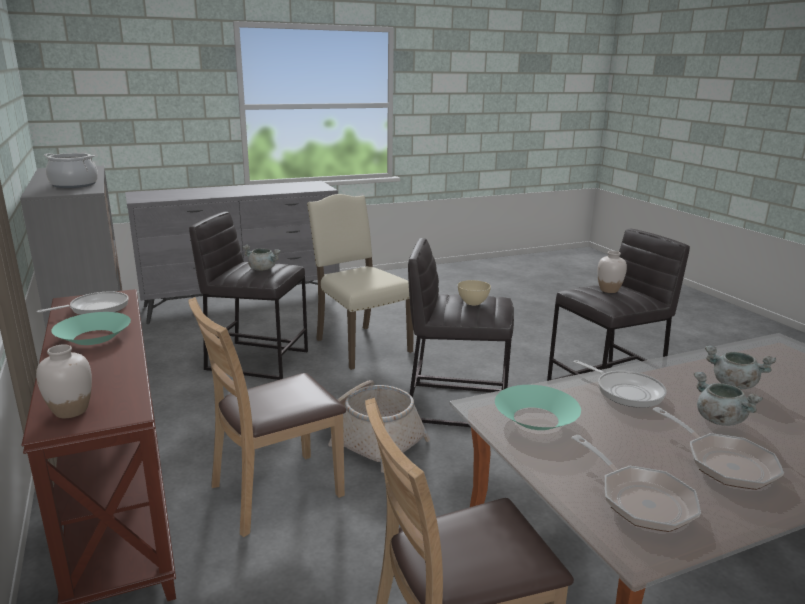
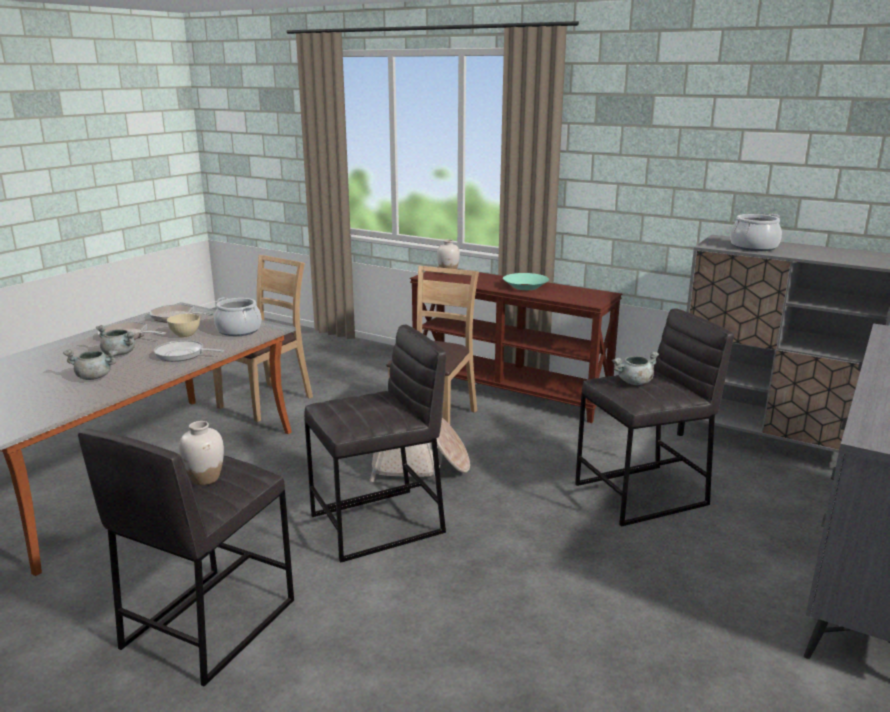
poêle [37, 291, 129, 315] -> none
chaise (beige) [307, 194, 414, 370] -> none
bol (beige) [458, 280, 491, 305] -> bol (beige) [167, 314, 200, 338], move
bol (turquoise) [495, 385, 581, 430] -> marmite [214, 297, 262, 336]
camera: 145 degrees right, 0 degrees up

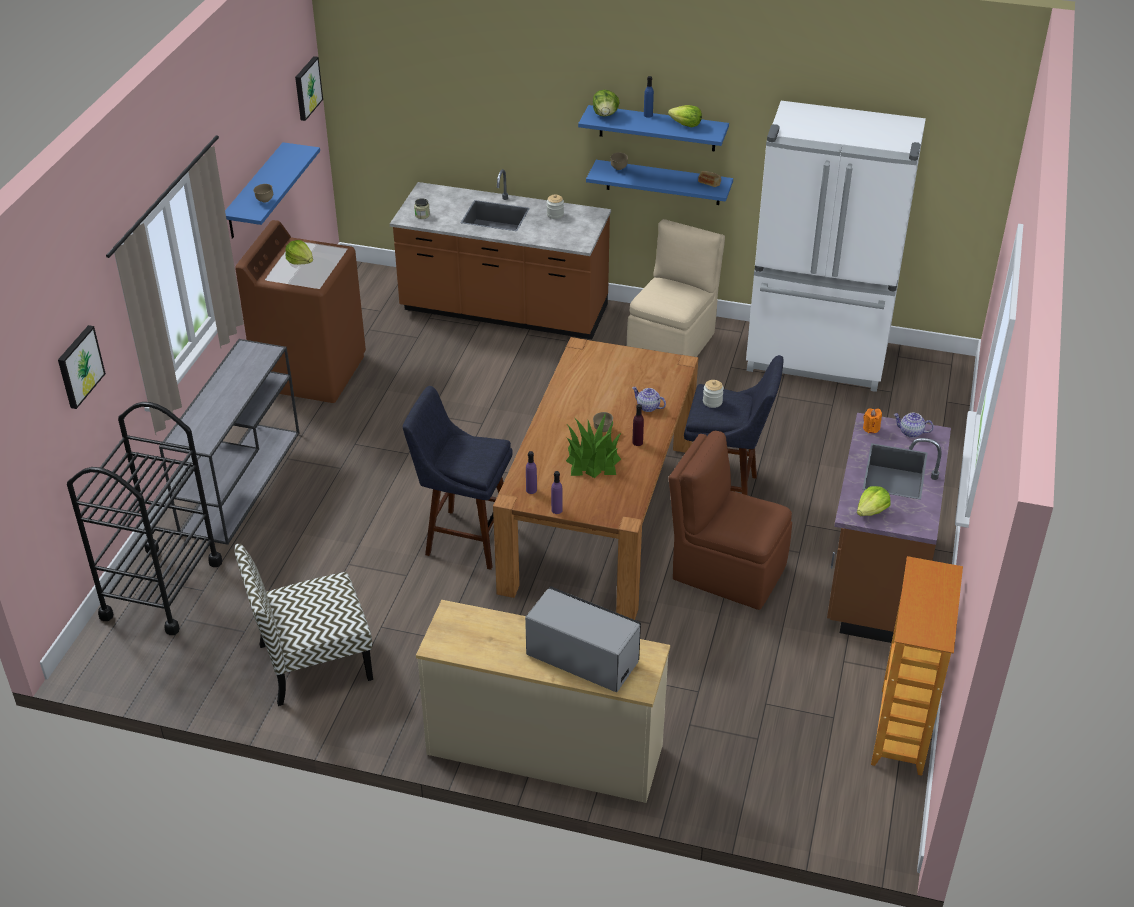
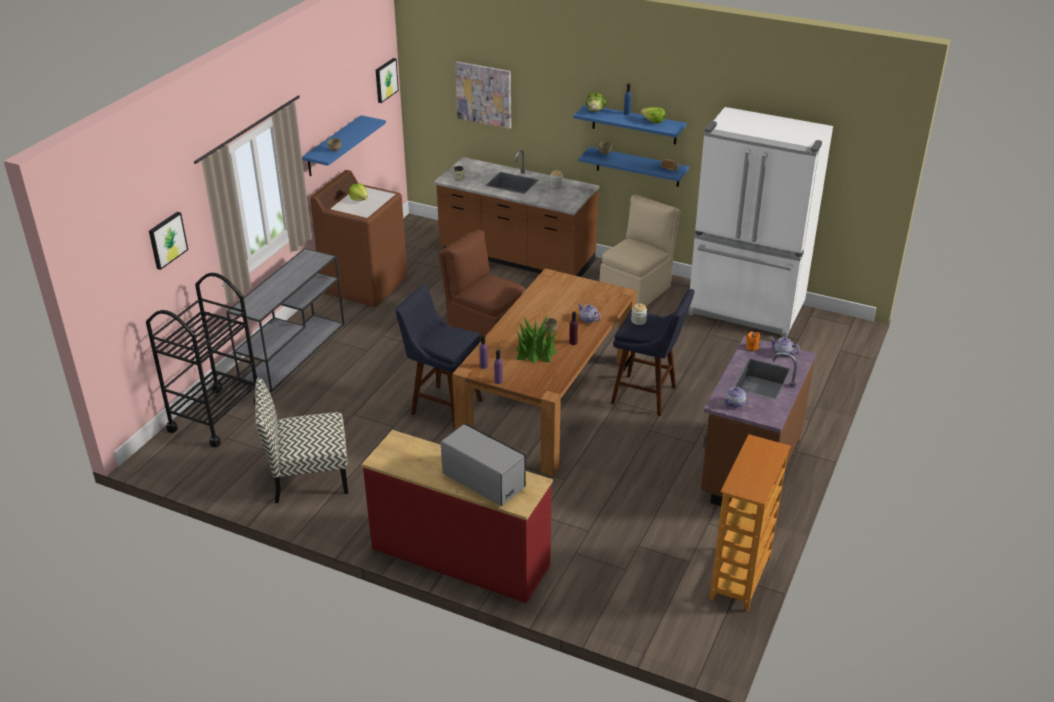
none -> tableau [455, 61, 511, 129]
chaise (marron) [668, 431, 792, 610] -> chaise (marron) [438, 230, 525, 339], move
laitue [857, 486, 890, 516] -> théière [724, 386, 748, 408]
commode (beige) [416, 600, 670, 803] -> commode (rouge) [362, 430, 553, 603]
camera: 10 degrees right, 5 degrees down

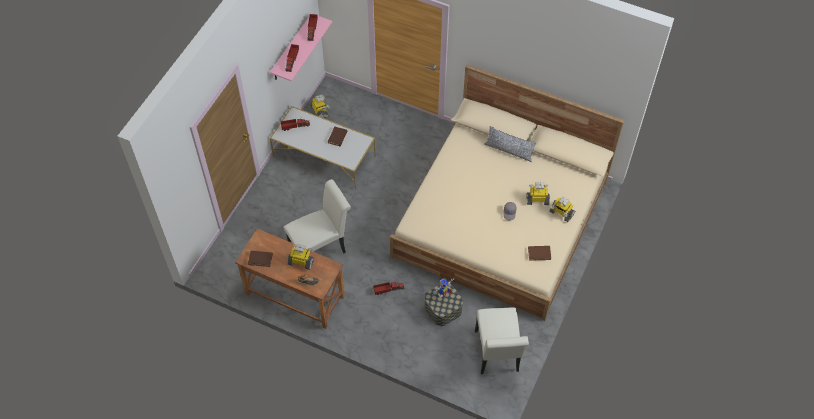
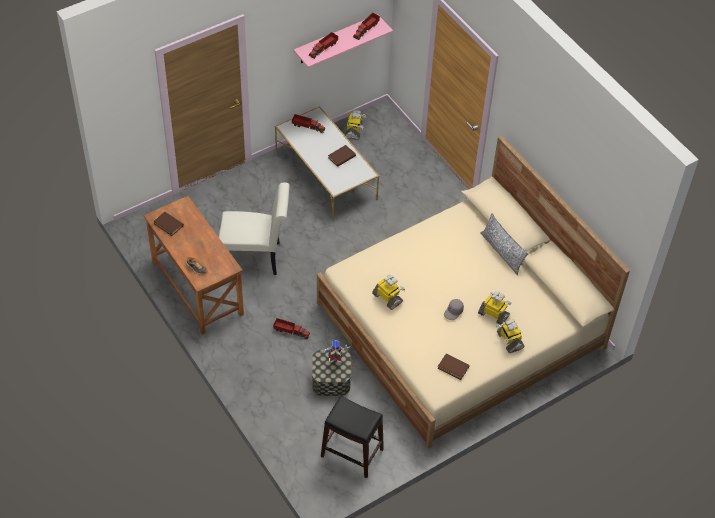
robot jouet [288, 244, 314, 270] -> robot jouet [372, 274, 405, 310], move
chaise (blanc) [475, 307, 529, 374] -> tabouret (noir) [321, 396, 384, 478]
camera: 30 degrees right, 5 degrees down

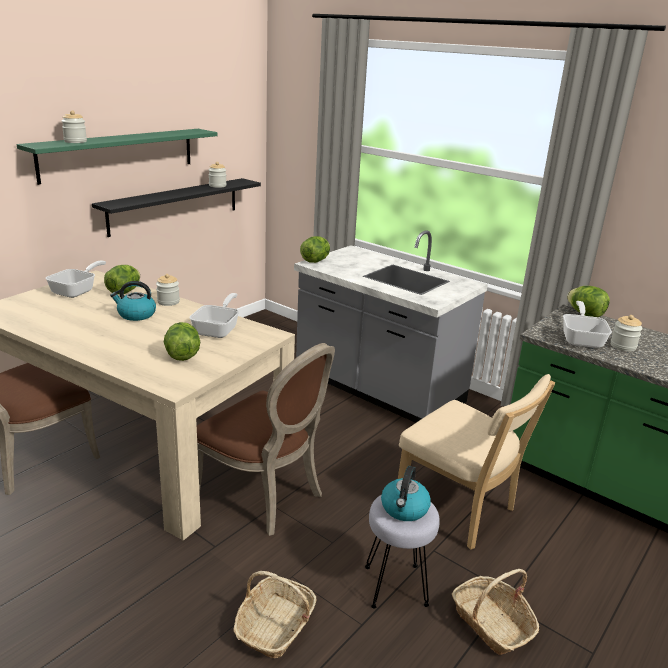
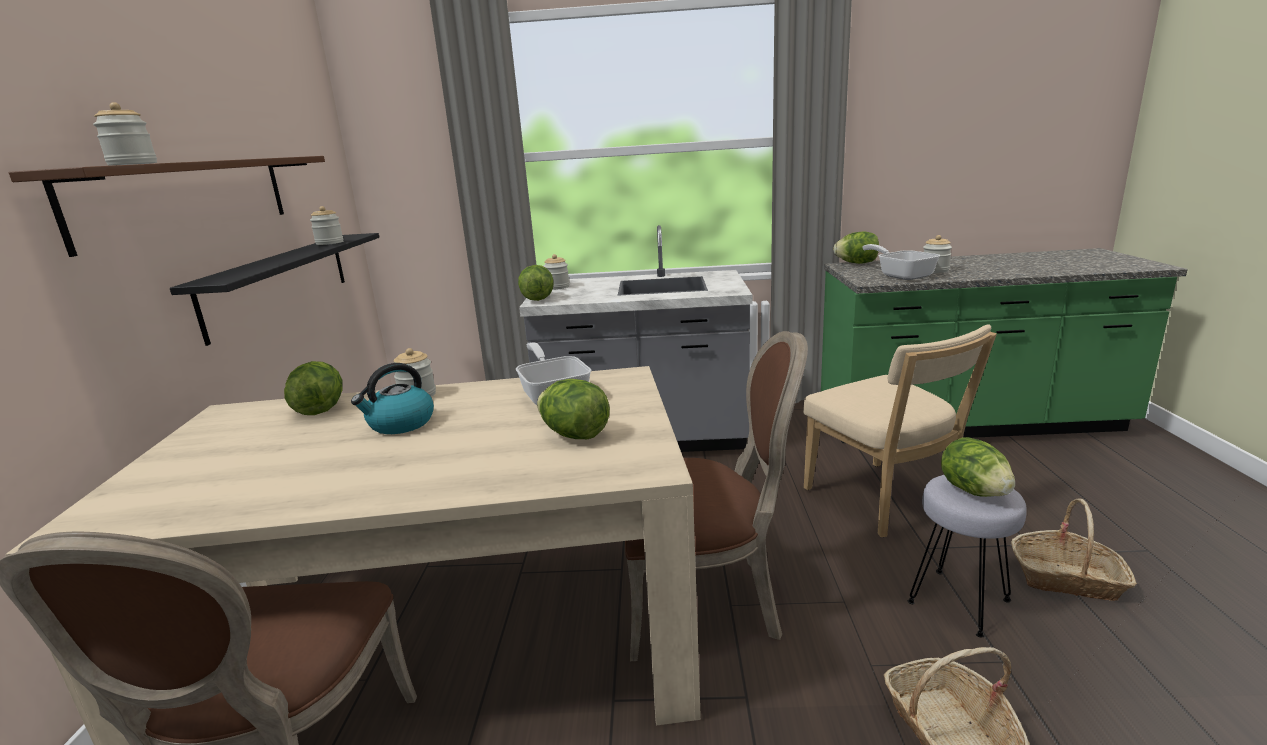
poêle [45, 260, 106, 298] -> none
none -> bocal [543, 254, 570, 290]
bouilloire [381, 466, 431, 521] -> laitue [941, 437, 1015, 497]
étagère (vert) [17, 129, 218, 185] -> étagère (marron) [9, 156, 325, 257]
chaise (beige) [398, 374, 555, 550] -> chaise (beige) [803, 325, 997, 537], 60 degrees clockwise
camera: 35 degrees left, 5 degrees down

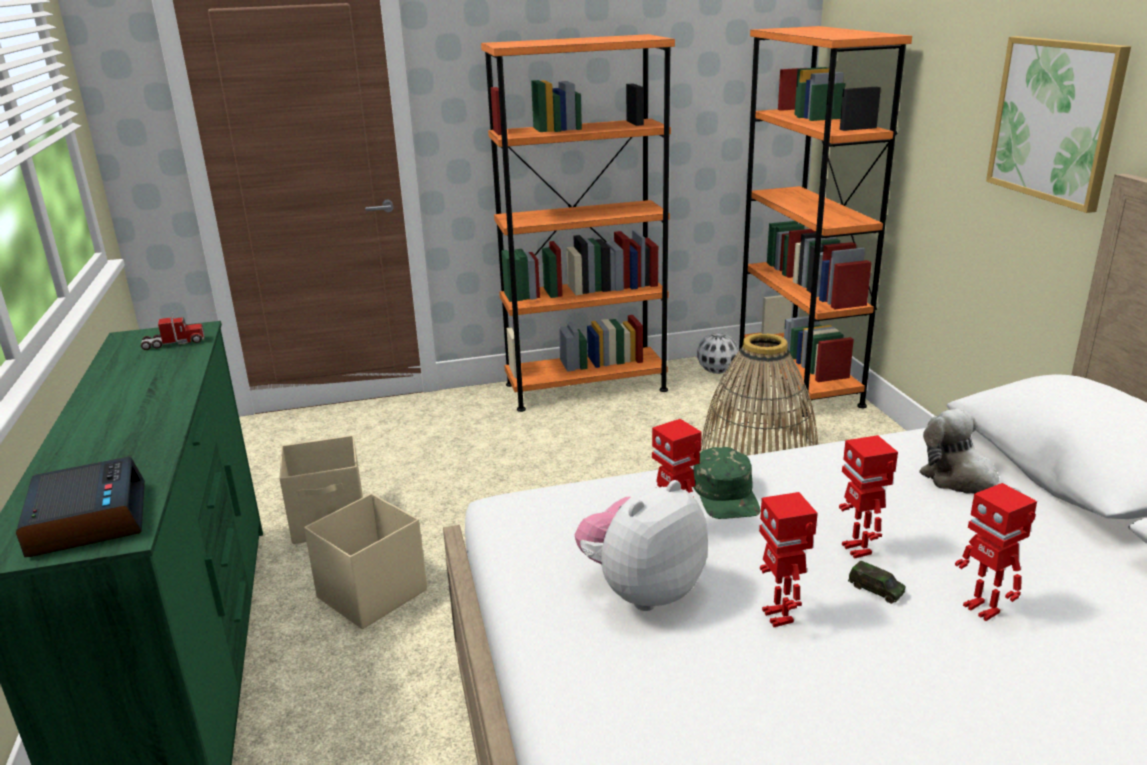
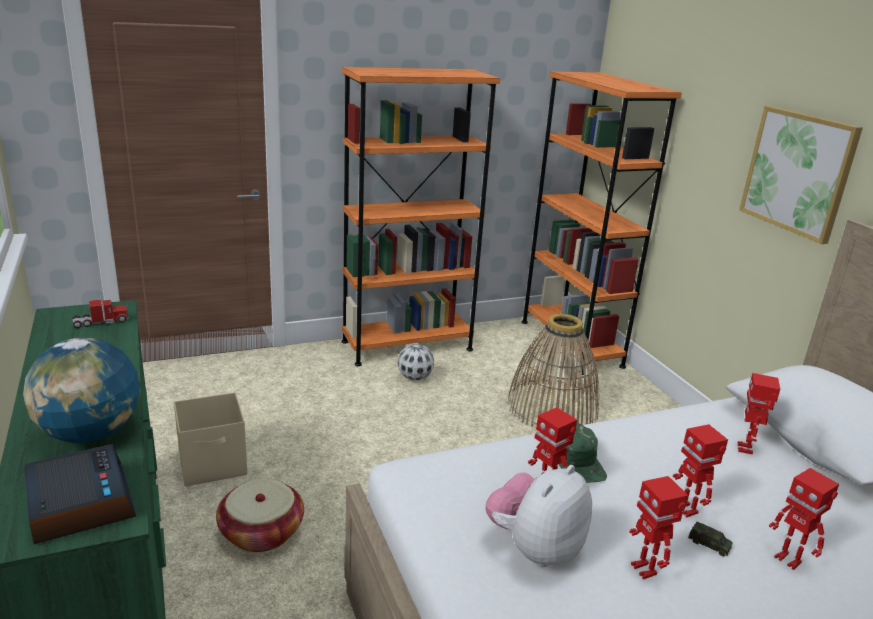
none -> globe [23, 338, 140, 443]
ballon de foot [697, 332, 738, 374] -> ballon de foot [397, 344, 434, 380], move
boîte de rangement (beige) [304, 493, 427, 629] -> panier [216, 479, 304, 552]
peluche [919, 409, 1021, 494] -> robot jouet [738, 373, 780, 454]
camera: 10 degrees left, 0 degrees up

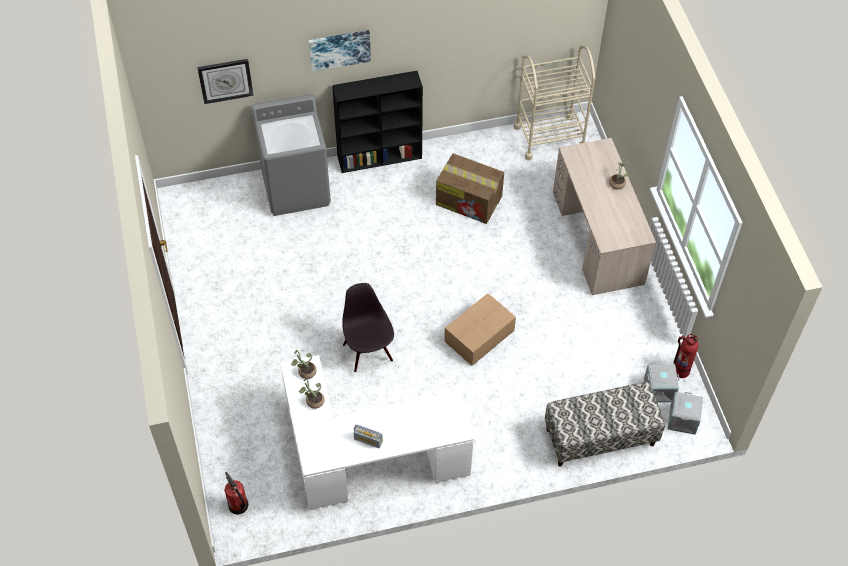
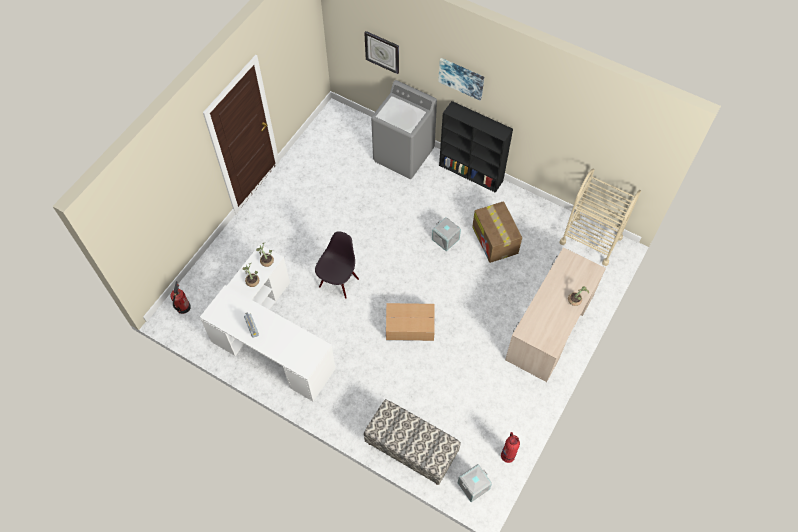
boîte de rangement (gris) [644, 365, 680, 403] -> boîte de rangement (gris) [432, 217, 461, 251], move
camera: 45 degrees right, 5 degrees up

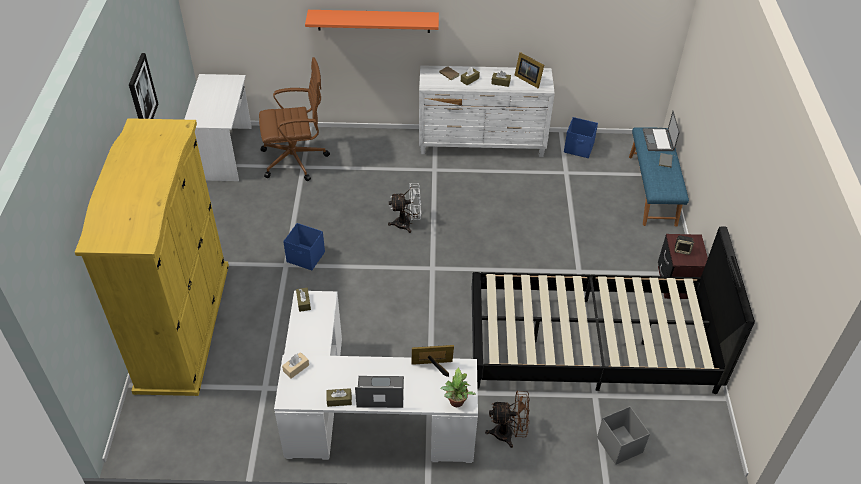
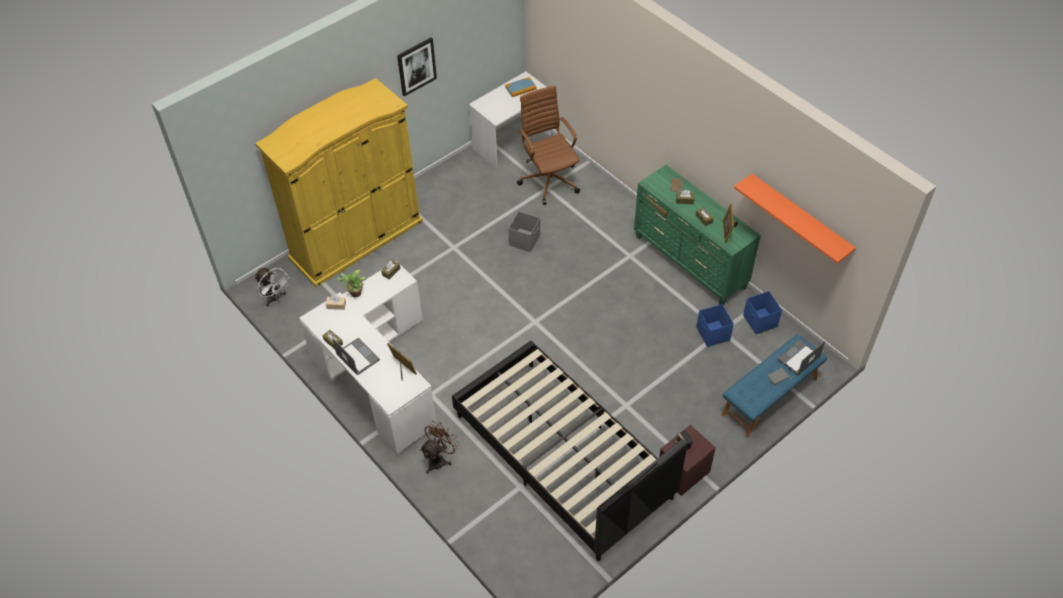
none -> livre [505, 77, 537, 97]
boîte de rangement (bleu) [283, 223, 325, 270] -> boîte de rangement (bleu) [696, 304, 734, 347], move
étagère (orange) [305, 10, 439, 33] -> étagère (orange) [734, 174, 856, 264], move
ventilateur (blanc) [388, 183, 421, 233] -> ventilateur (blanc) [254, 268, 289, 307], move
plante en pot [440, 367, 475, 407] -> plante en pot [336, 270, 366, 297], move
boîte de rangement (gris) [597, 406, 650, 465] -> boîte de rangement (gris) [508, 211, 540, 252], move
commode (blanc) [419, 65, 555, 157] -> commode (vert) [634, 165, 761, 306]
chaise de bureau (marron) [259, 57, 330, 181] -> chaise de bureau (marron) [517, 86, 580, 205], 150 degrees counterclockwise
ventilateur (marron) [485, 390, 530, 448] -> ventilateur (marron) [420, 421, 460, 474], 105 degrees counterclockwise
camera: 50 degrees right, 5 degrees up

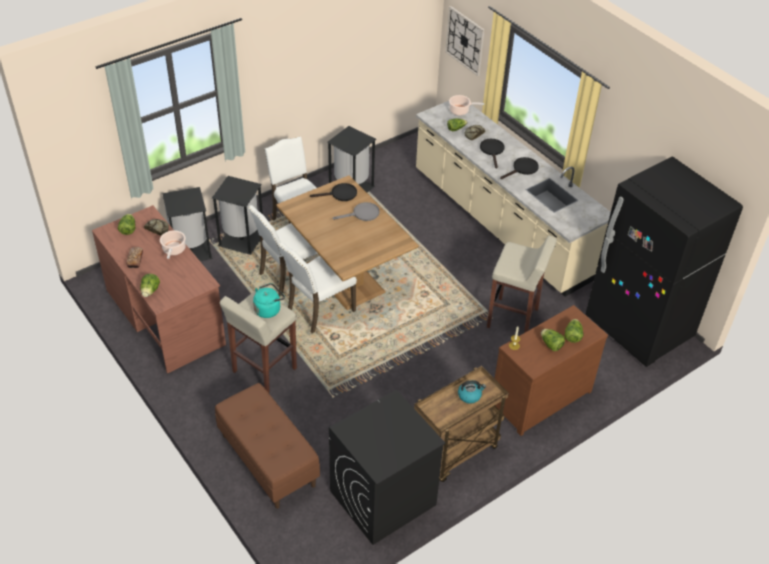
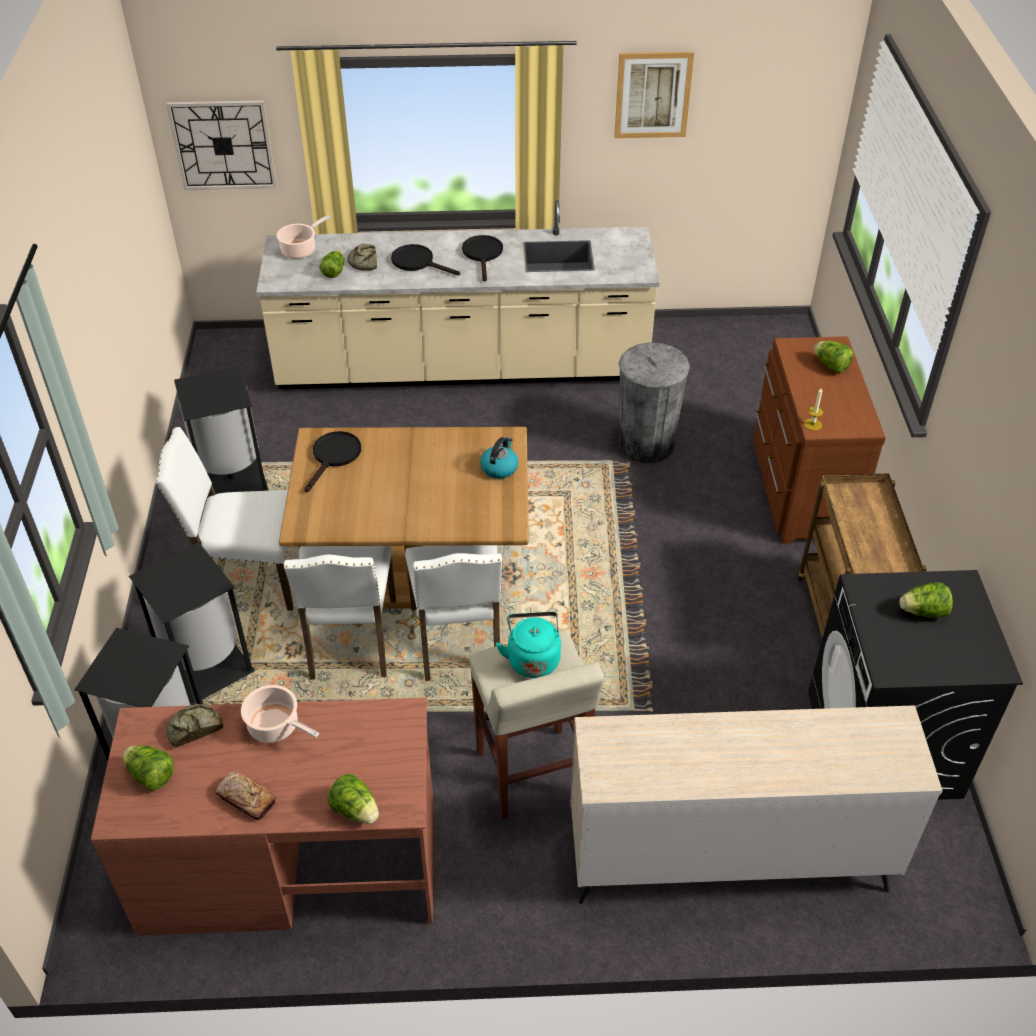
poêle (gris) [332, 202, 380, 221] -> none
réfrigérateur (noir) [585, 157, 743, 367] -> none
none -> tableau [614, 52, 694, 138]
bouilloire [458, 380, 486, 403] -> bouilloire [480, 437, 518, 479], move
laitue [541, 329, 565, 351] -> laitue [899, 582, 953, 618], move
banc (marron) [215, 383, 320, 509] -> commode (beige) [570, 705, 943, 904]
tabouret (beige) [487, 235, 557, 333] -> poubelle (gris) [619, 342, 690, 463]
camera: 55 degrees left, 0 degrees up

